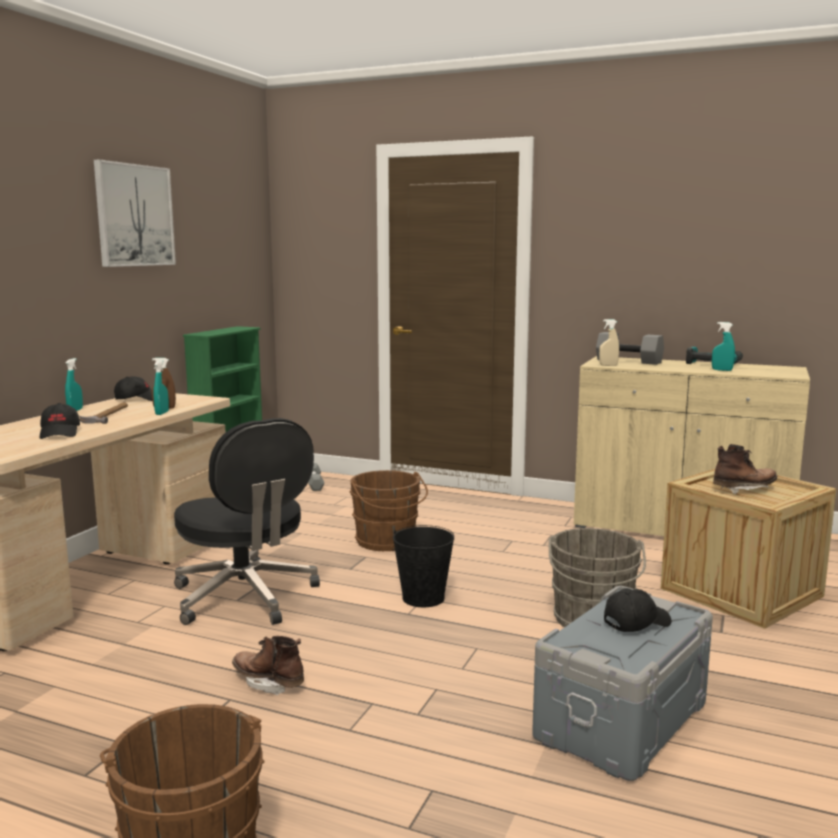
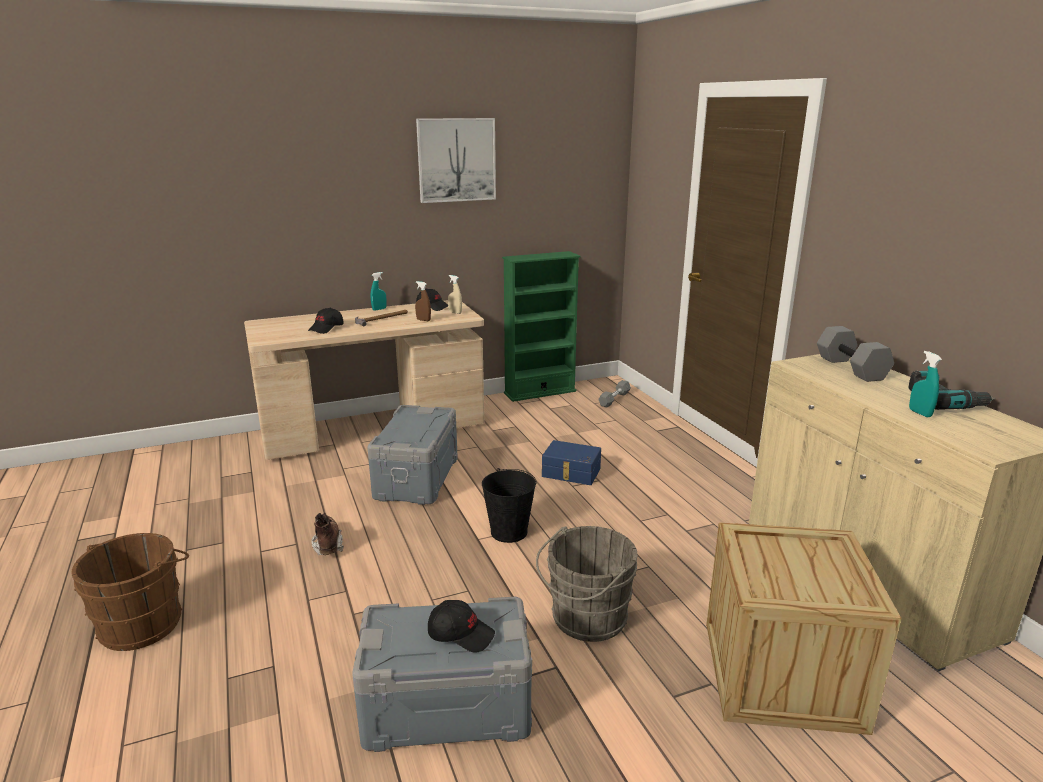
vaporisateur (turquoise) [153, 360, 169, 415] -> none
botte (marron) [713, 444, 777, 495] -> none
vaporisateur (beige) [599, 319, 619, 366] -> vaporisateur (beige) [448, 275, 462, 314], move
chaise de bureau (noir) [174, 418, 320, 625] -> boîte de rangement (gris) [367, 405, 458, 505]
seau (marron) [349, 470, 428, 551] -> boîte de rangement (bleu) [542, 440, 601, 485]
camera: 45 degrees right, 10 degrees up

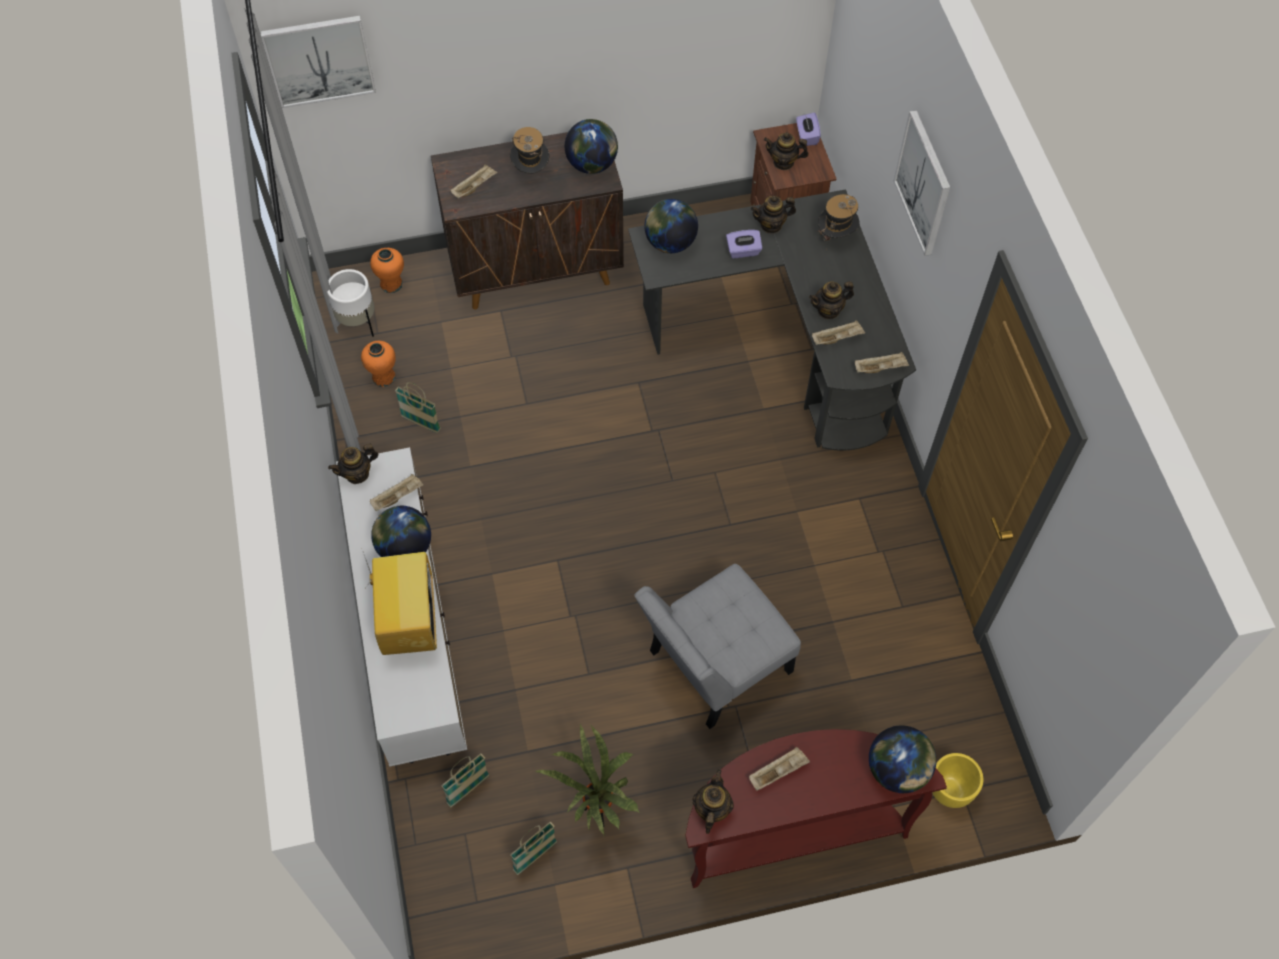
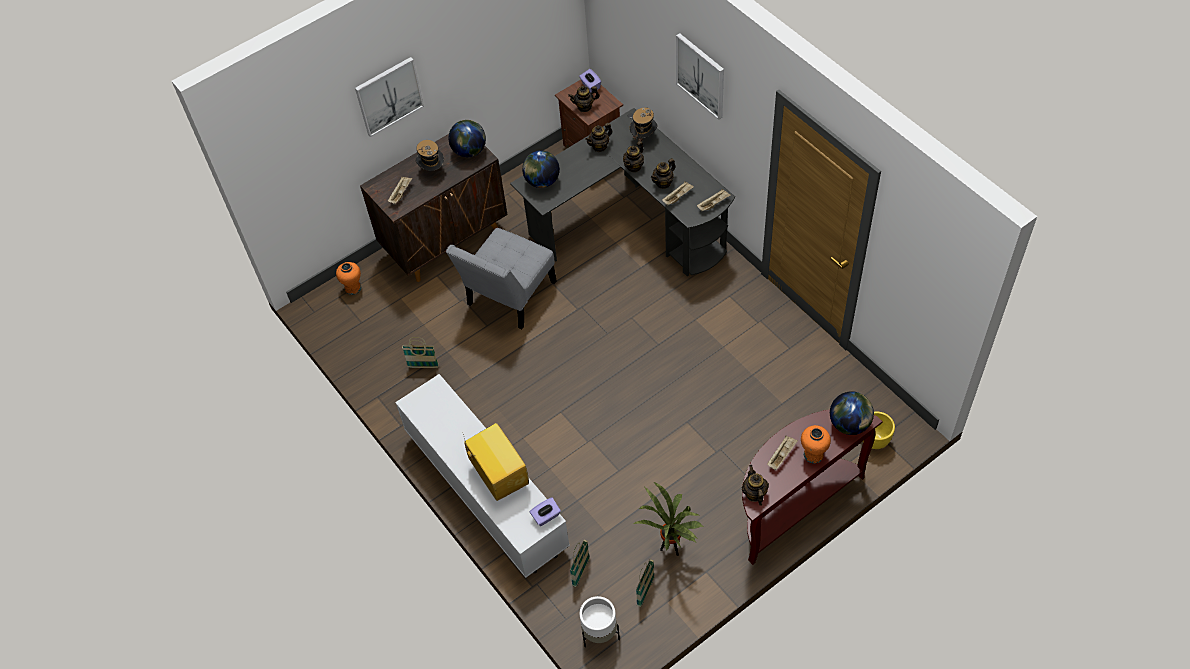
plateau (beige) [370, 474, 423, 511] -> none
globe [371, 506, 431, 557] -> none
tableau [260, 16, 376, 108] -> tableau [355, 57, 424, 137], move
cache-pot (blanc) [327, 269, 374, 337] -> cache-pot (blanc) [579, 596, 620, 647], move
théière [328, 443, 379, 484] -> théière [623, 141, 644, 172], move
vase (orange) [361, 341, 396, 387] -> vase (orange) [801, 425, 831, 464], move
chaise (gris) [634, 564, 801, 729] -> chaise (gris) [446, 228, 557, 329], move
boîte à mouchoirs (violet) [726, 230, 762, 258] -> boîte à mouchoirs (violet) [530, 497, 561, 526], move
camera: 20 degrees left, 5 degrees down

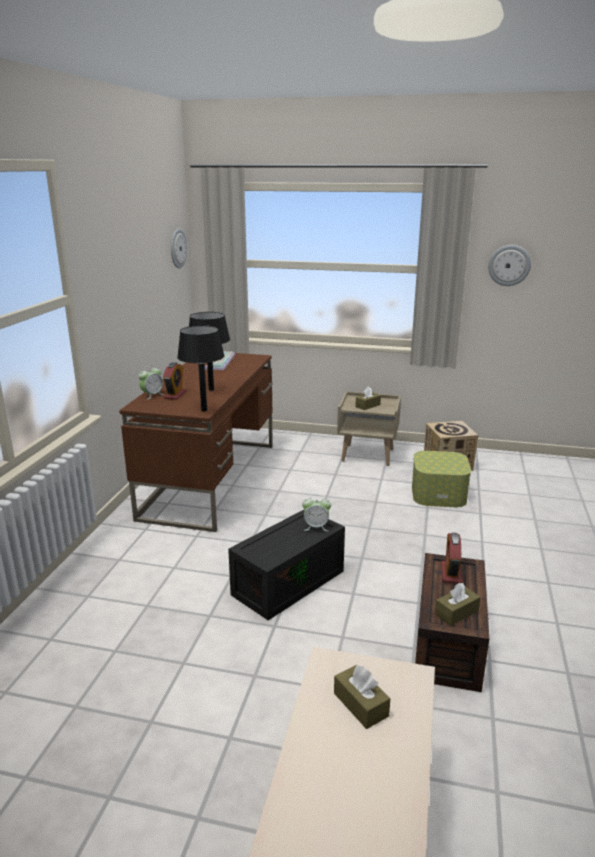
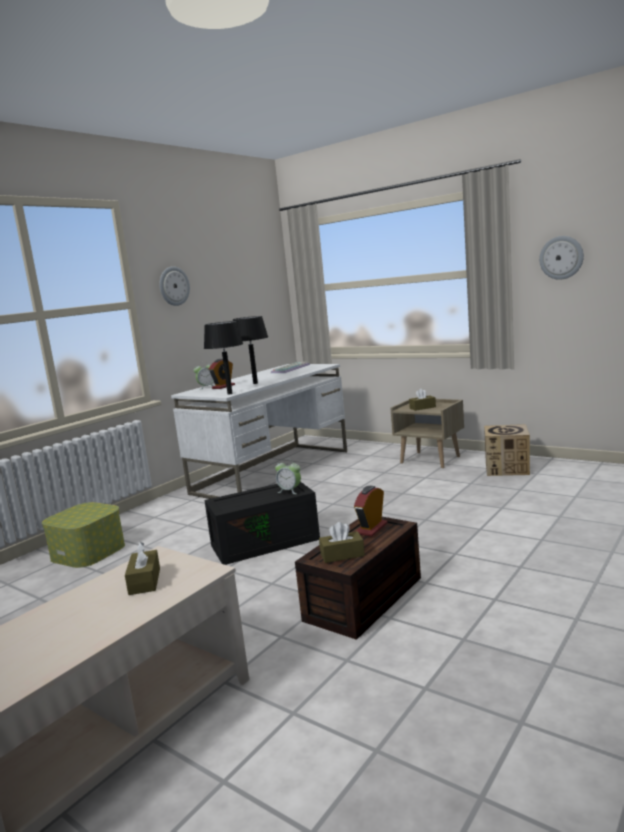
horloge murale [171, 229, 187, 268] -> horloge murale [159, 266, 190, 306], move
boîte de rangement [412, 451, 471, 507] -> boîte de rangement [42, 502, 125, 568], move
bureau (marron) [119, 353, 273, 532] -> bureau (blanc) [171, 364, 347, 499]
camera: 25 degrees right, 10 degrees down

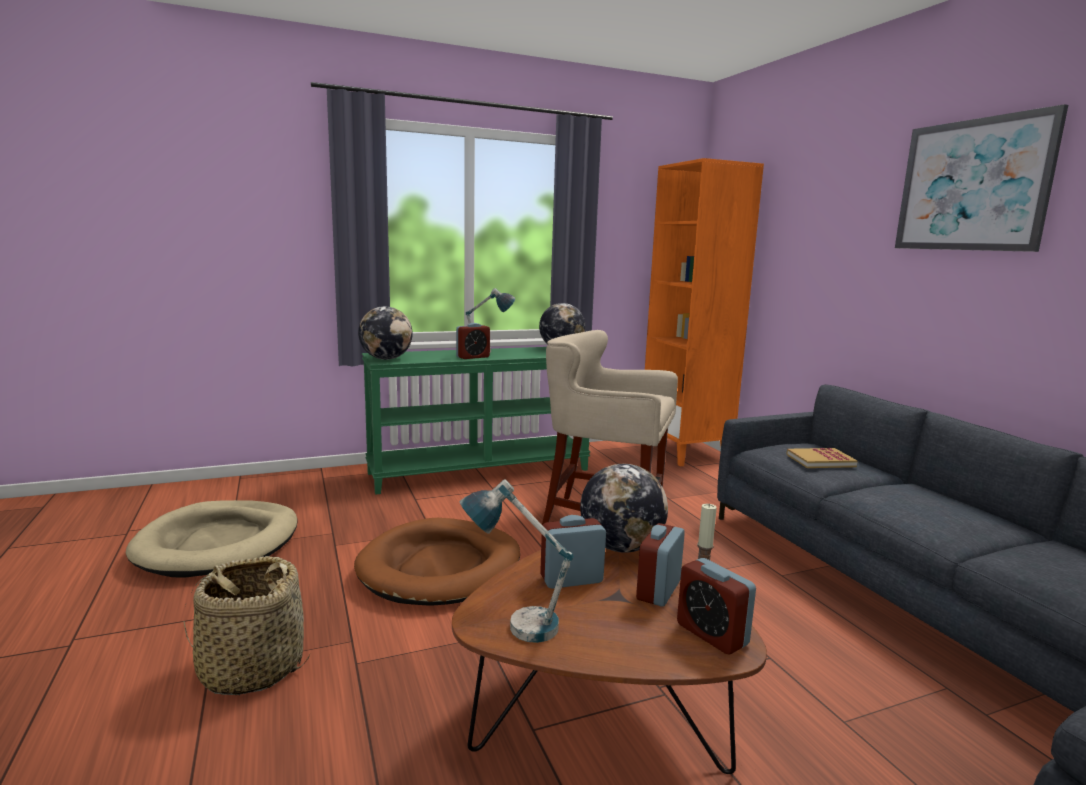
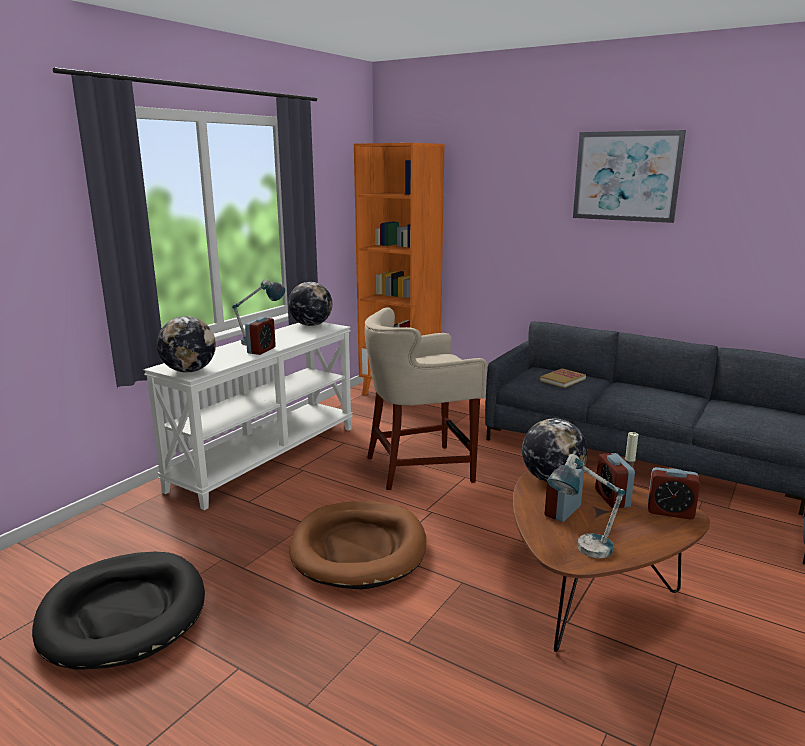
panier [184, 556, 311, 695] -> none
panier pour chien (beige) [126, 500, 298, 578] -> panier pour chien (noir) [32, 552, 205, 670]
table console (vert) [362, 347, 590, 495] -> table console (blanc) [144, 322, 353, 510]
camera: 35 degrees left, 5 degrees up

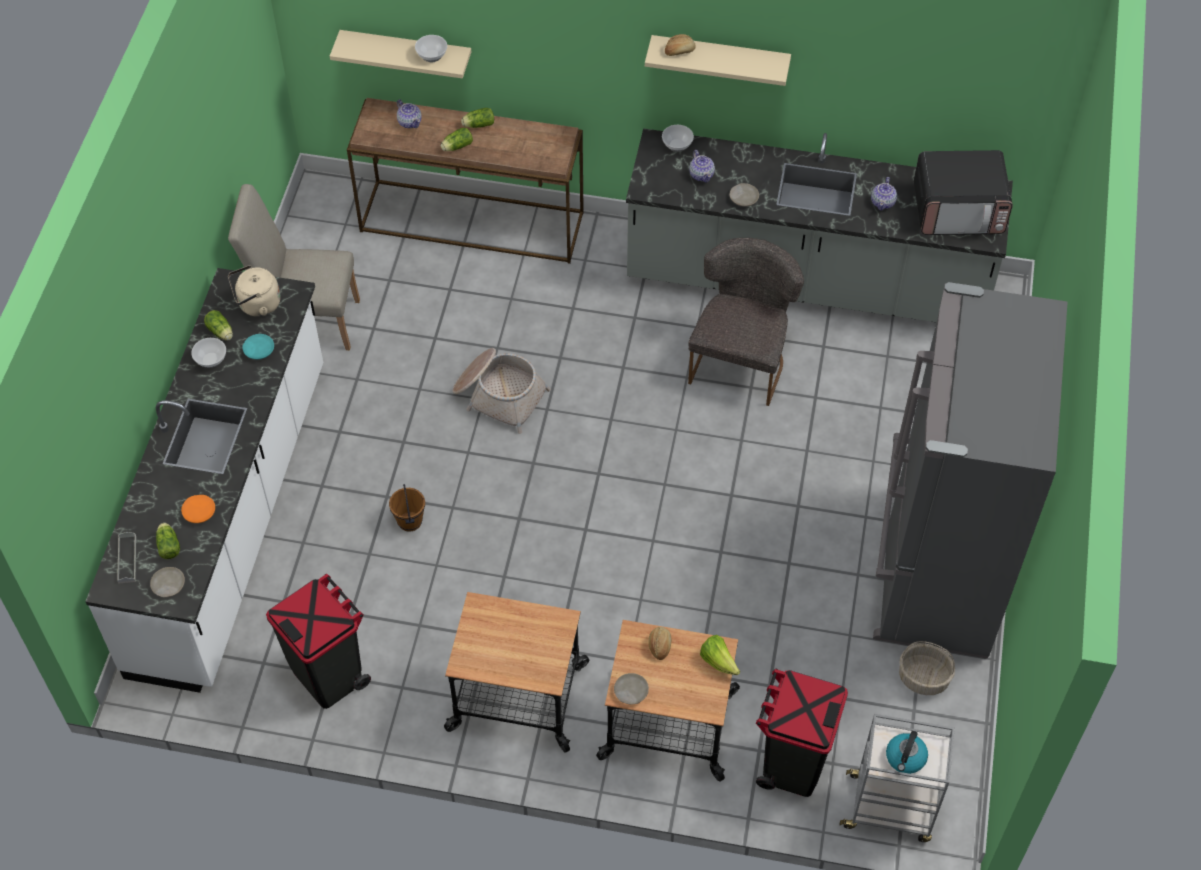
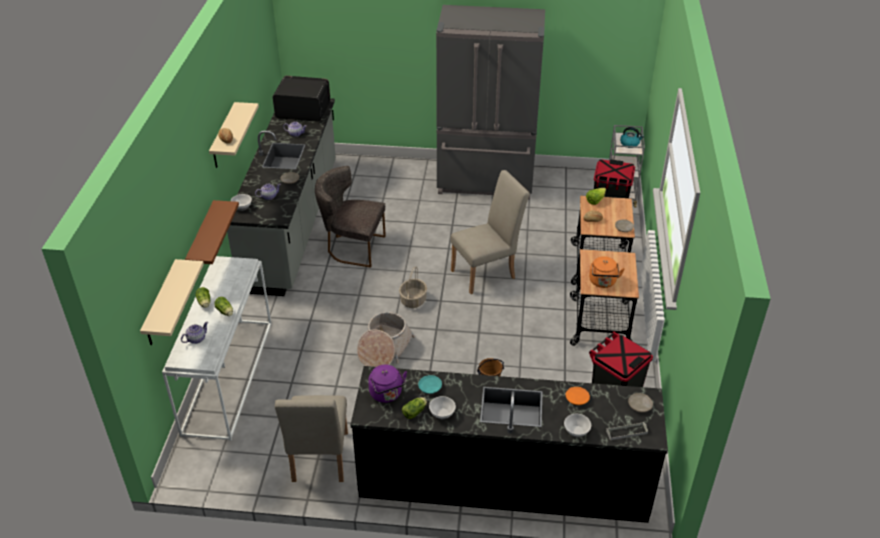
laitue [156, 523, 180, 559] -> none
none -> étagère (marron) [185, 200, 239, 264]
none -> chaise (beige) [451, 170, 530, 294]
none -> bouilloire (orange) [589, 256, 625, 288]
bol [415, 35, 447, 62] -> bol [564, 414, 591, 437], move
panier [899, 641, 955, 695] -> panier [399, 266, 427, 308], move
comptoir de cuisine (blanc) [85, 268, 323, 693] -> comptoir de cuisine (noir) [350, 366, 668, 523]
bouilloire (beige) [228, 265, 281, 317] -> bouilloire (violet) [368, 365, 407, 403]
table console (marron) [347, 98, 584, 264] -> table console (blanc) [162, 256, 271, 441]
micro-ondes [914, 150, 1013, 235] -> micro-ondes [273, 76, 330, 122], 75 degrees counterclockwise
camera: 95 degrees left, 15 degrees down

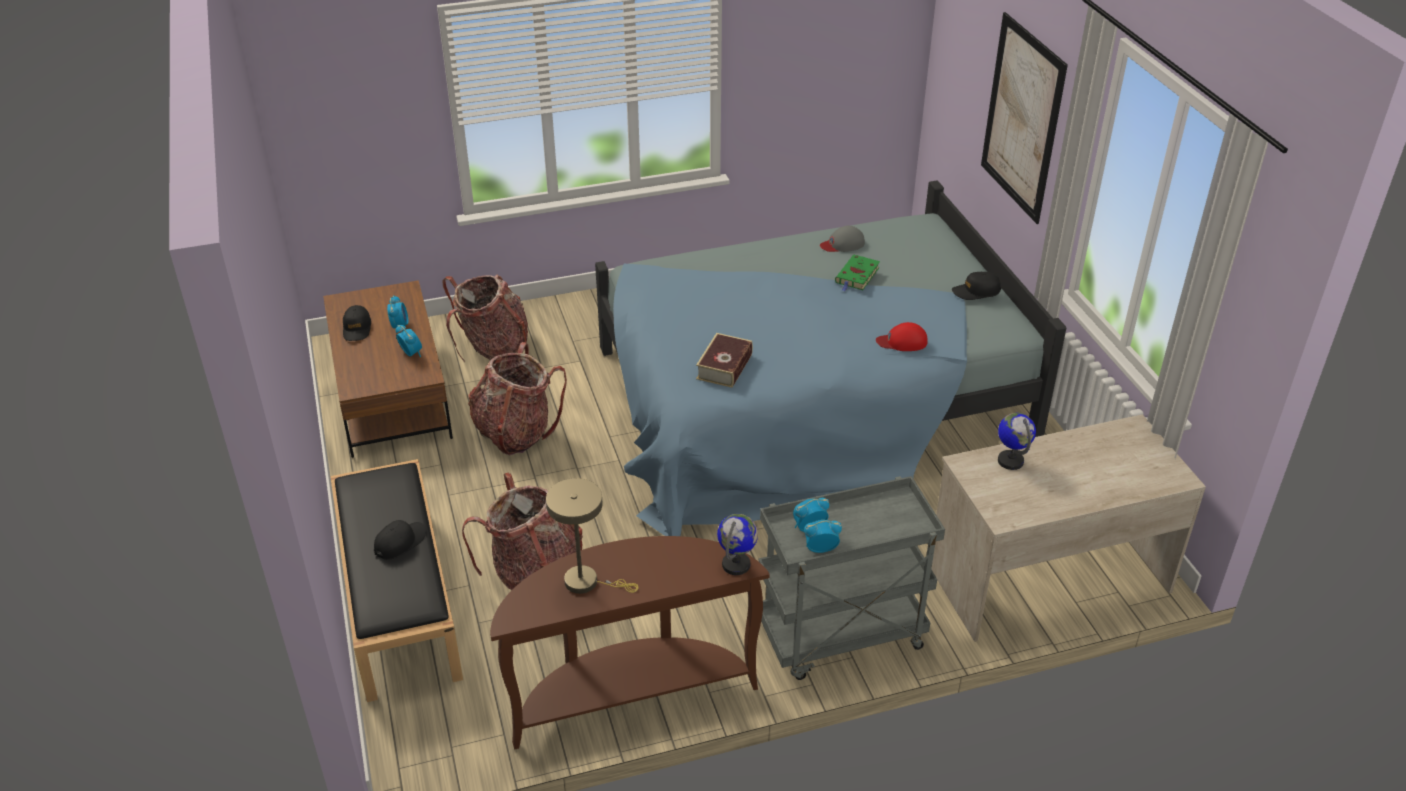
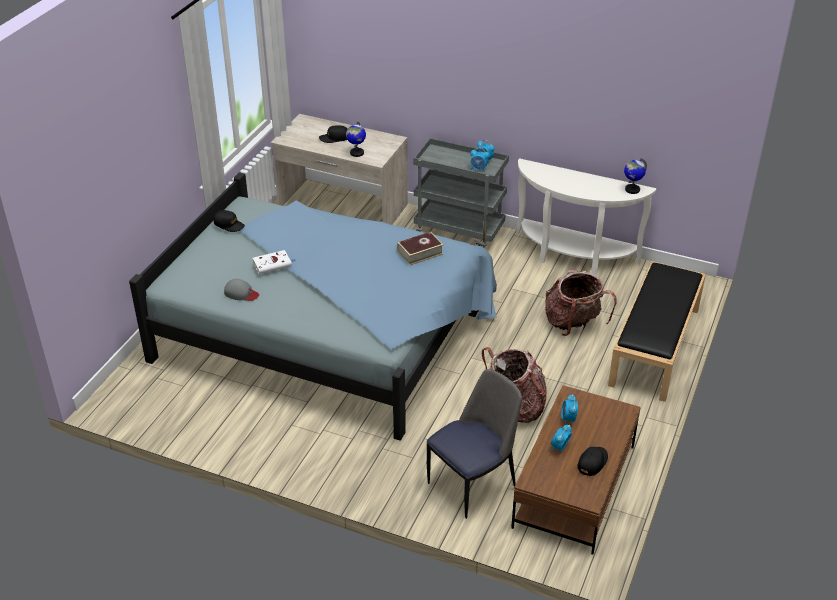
lampe de table (beige) [546, 478, 638, 594] -> none
casquette (rouge) [876, 322, 928, 351] -> none
tableau [981, 12, 1068, 224] -> none
casquette (noir) [374, 520, 426, 560] -> casquette (noir) [319, 125, 347, 143], move
globe [717, 514, 758, 575] -> globe [624, 158, 647, 194], move
sac à dos [442, 275, 528, 362] -> chaise [427, 369, 522, 519]
table console (marron) [490, 536, 770, 750] -> table console (blanc) [516, 158, 657, 275]
livre (vert) [835, 255, 880, 291] -> livre (blanc) [253, 250, 295, 274]
camera: 140 degrees left, 0 degrees up

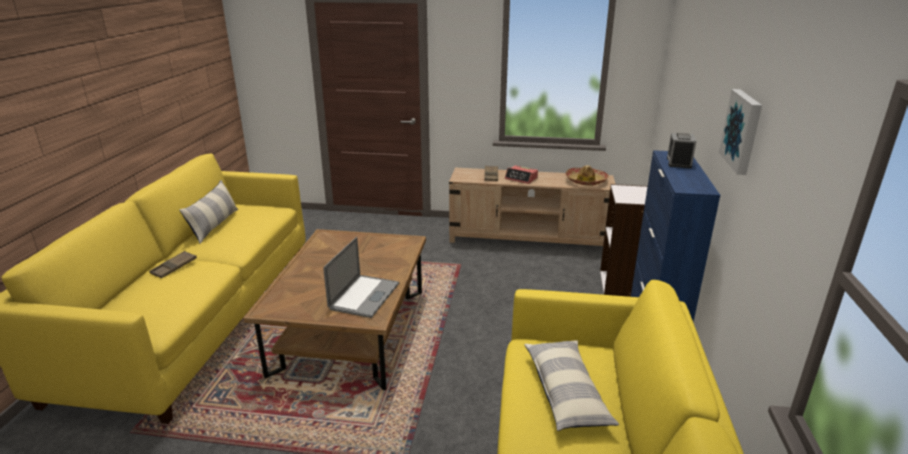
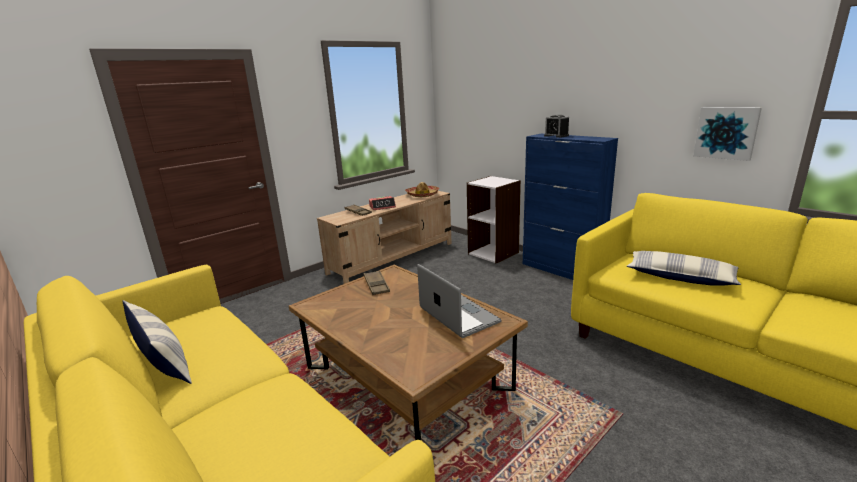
plateau (marron) [149, 251, 197, 278] -> plateau (marron) [364, 271, 390, 295], move
tableau [719, 89, 762, 175] -> tableau [693, 107, 762, 161], move
camera: 50 degrees left, 5 degrees down

